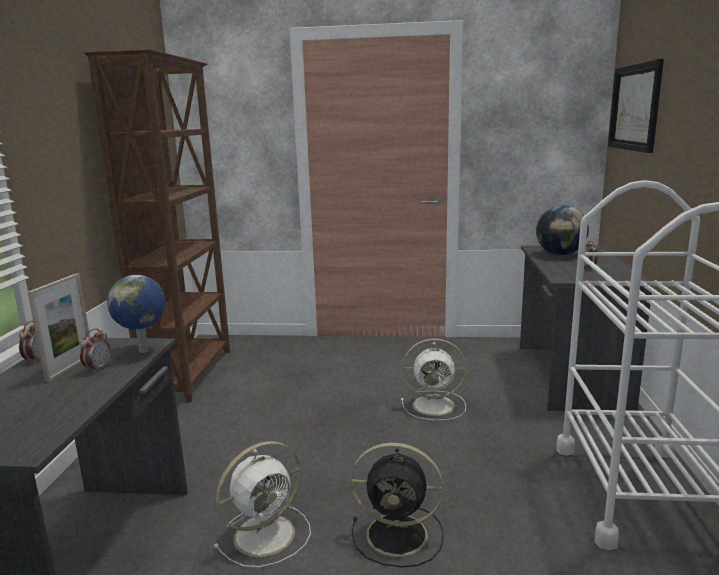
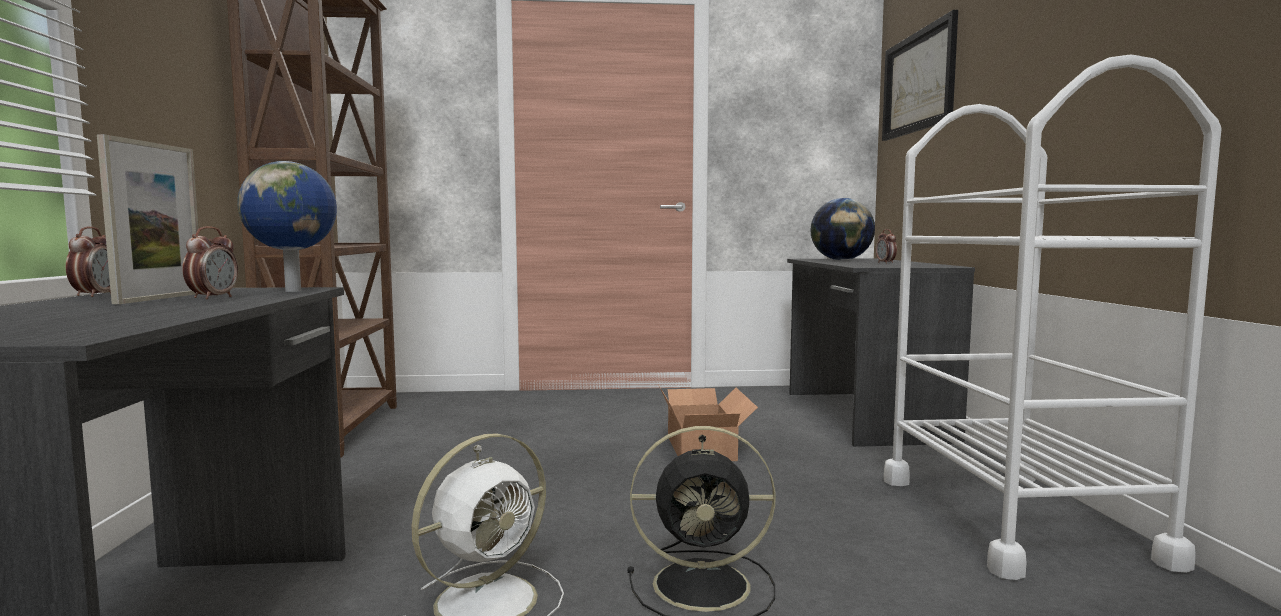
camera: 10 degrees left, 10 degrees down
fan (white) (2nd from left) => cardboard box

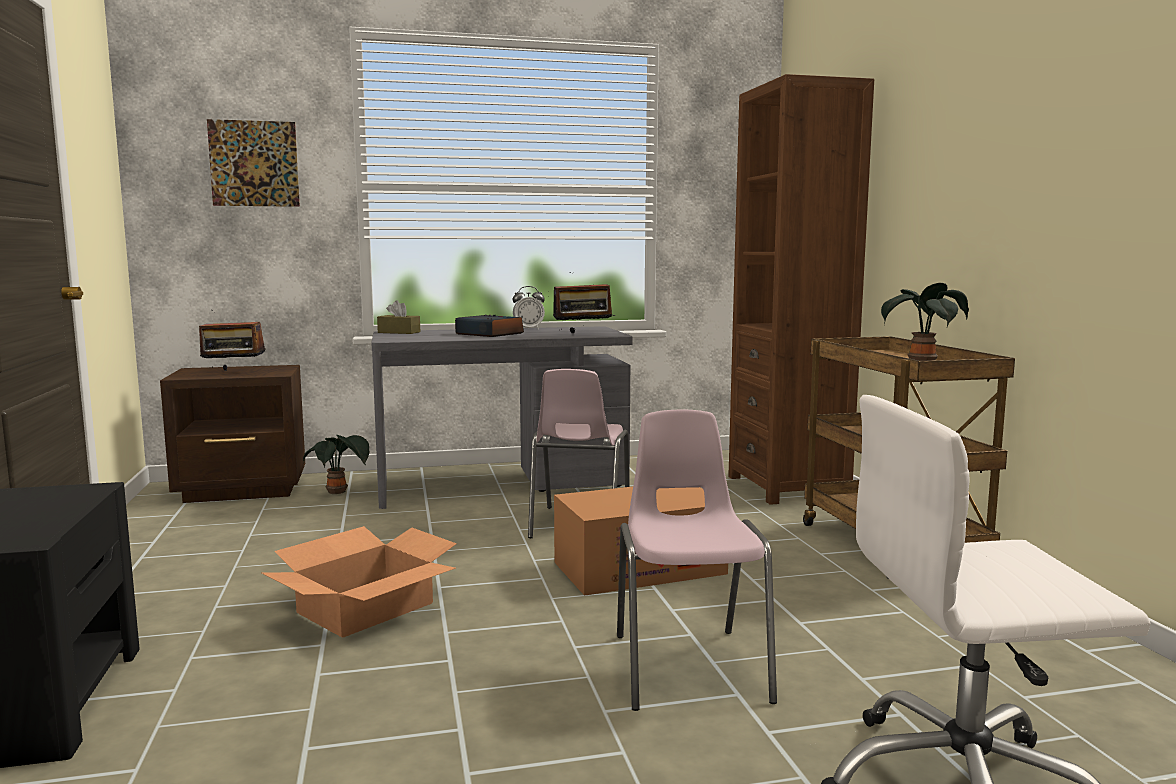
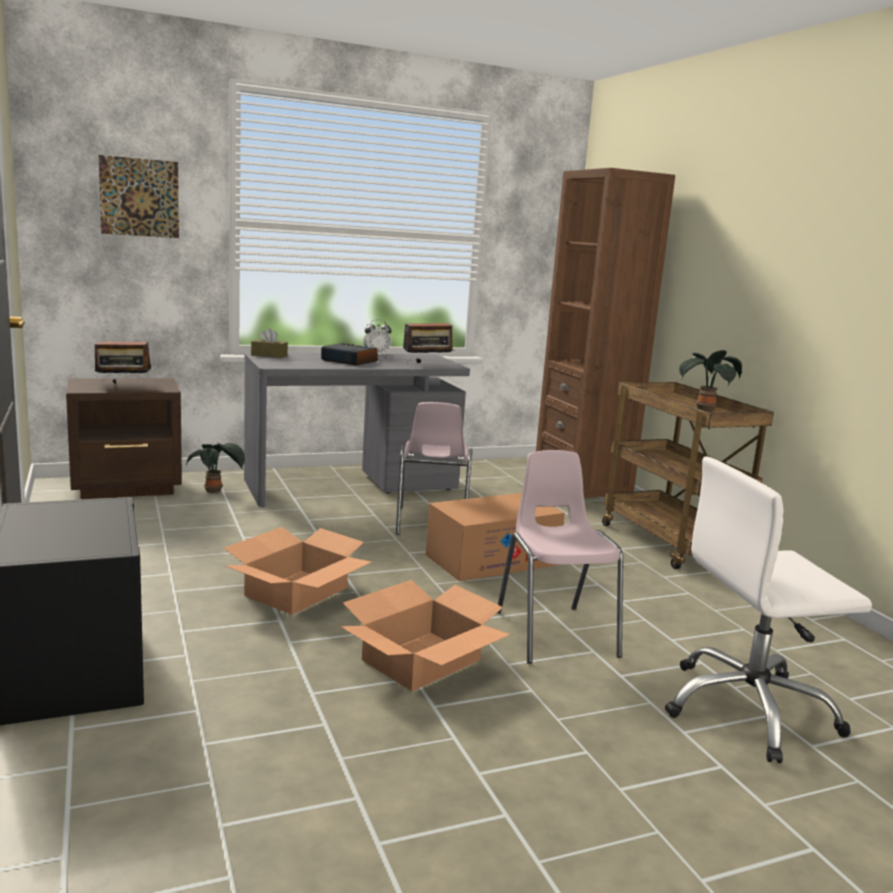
camera: 10 degrees left, 5 degrees up
nothing => cardboard box (2nd from left)

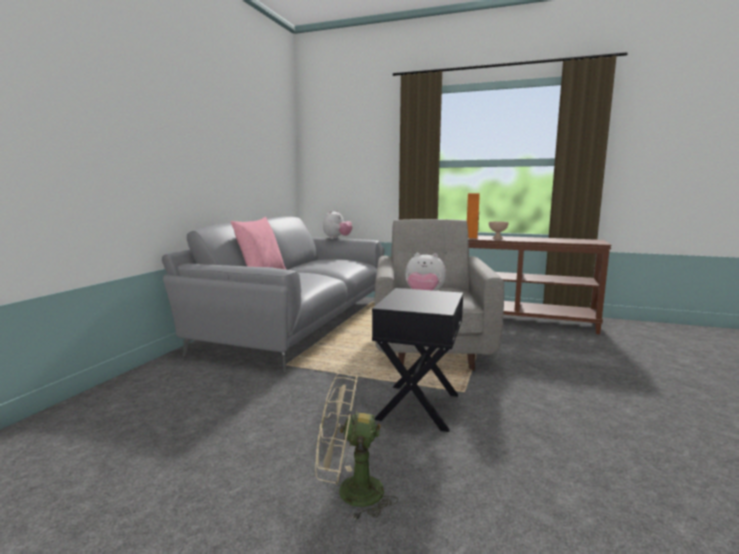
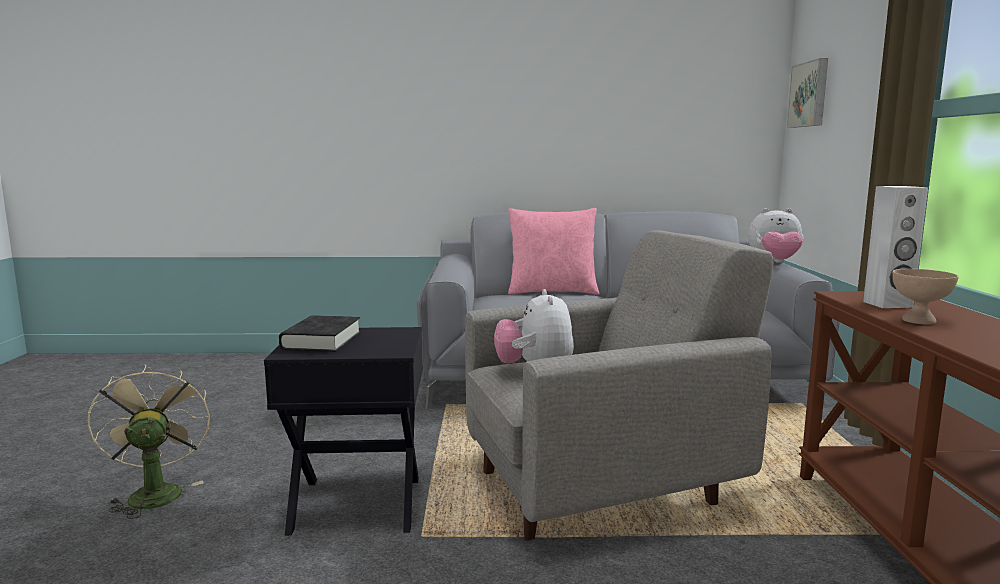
camera: 70 degrees right, 0 degrees up
speaker (orange) => speaker (white)
nothing => picture
nothing => book (black)

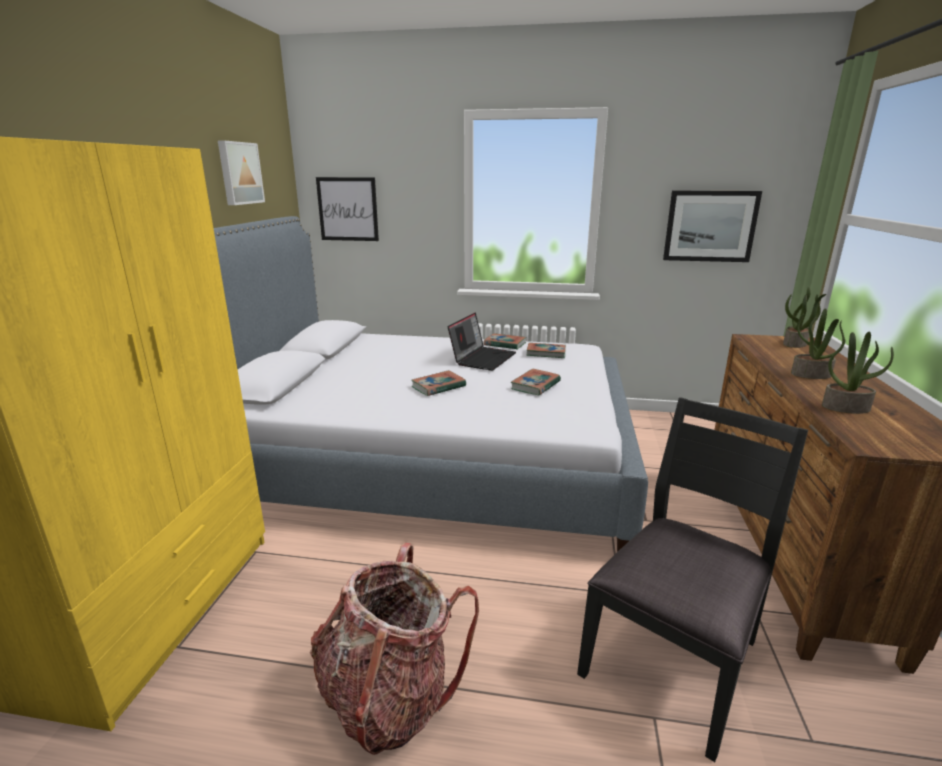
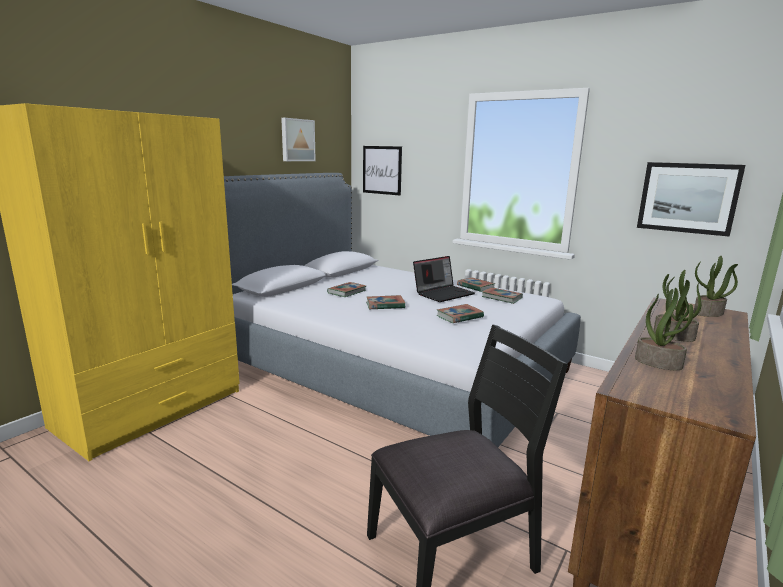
camera: 25 degrees right, 5 degrees down
backpack => nothing
nothing => book (1st from left)

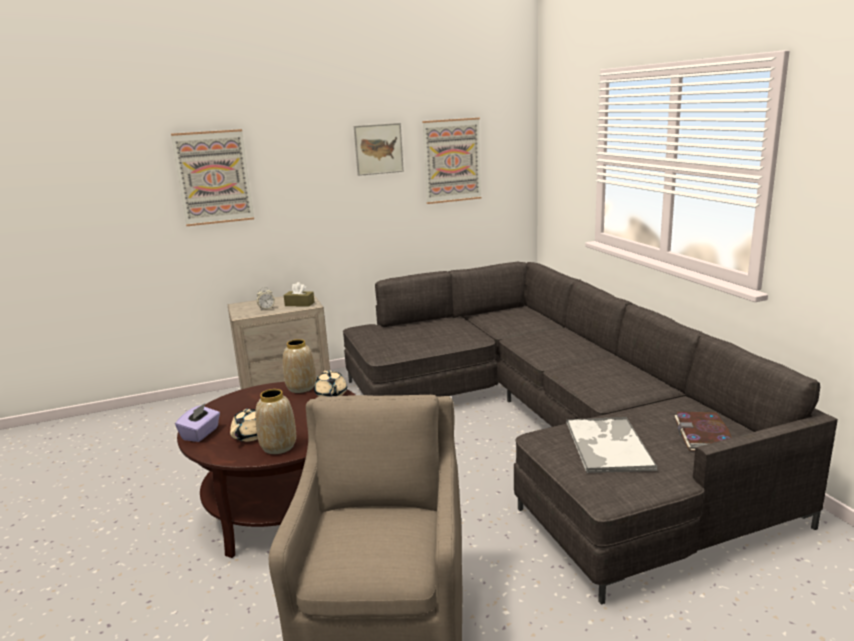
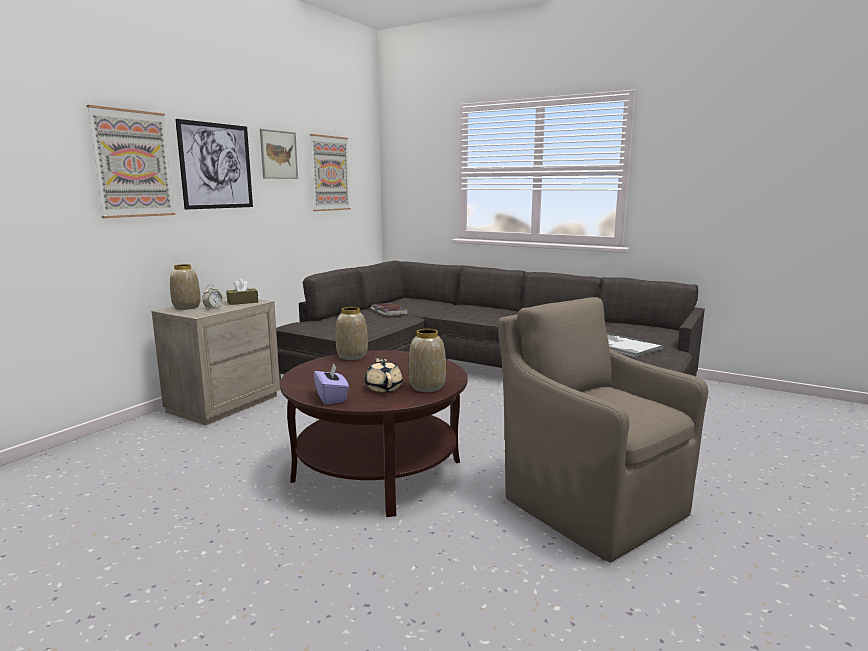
camera: 40 degrees left, 5 degrees down
teapot (beige) (2nd from left) => nothing
book, moved
nothing => picture (2nd from left)
nothing => vase (1st from left)

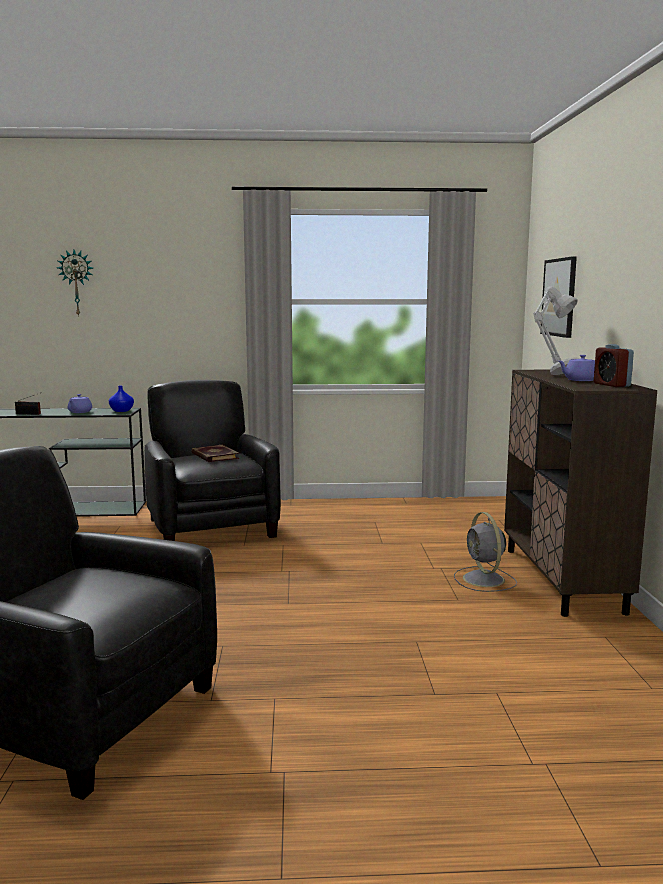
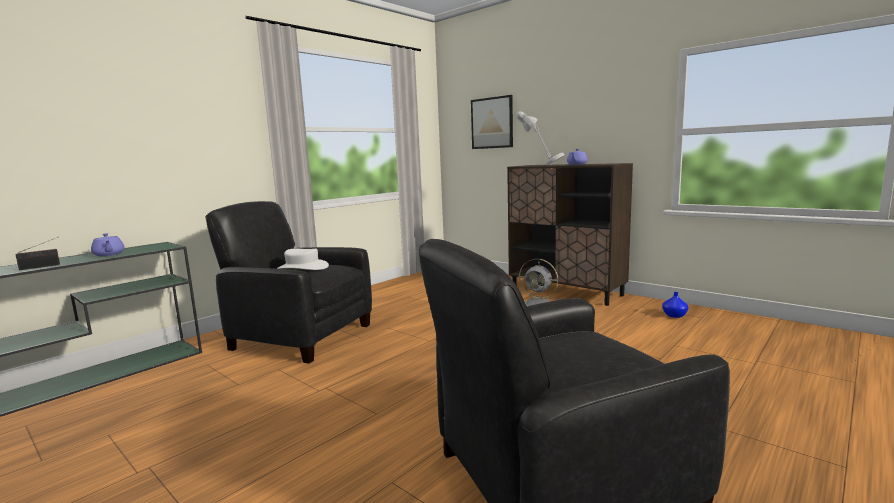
camera: 45 degrees left, 0 degrees up
wall clock => nothing
alarm clock => nothing
vase (blue), moved
book => hat (white)

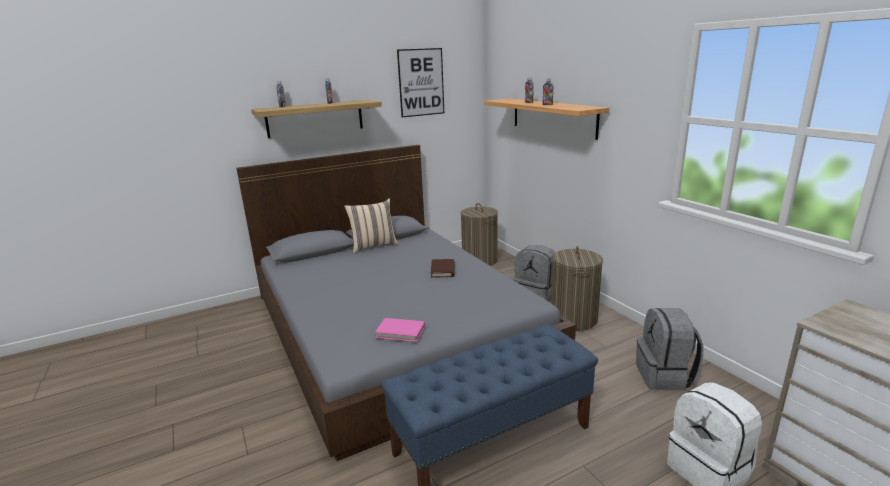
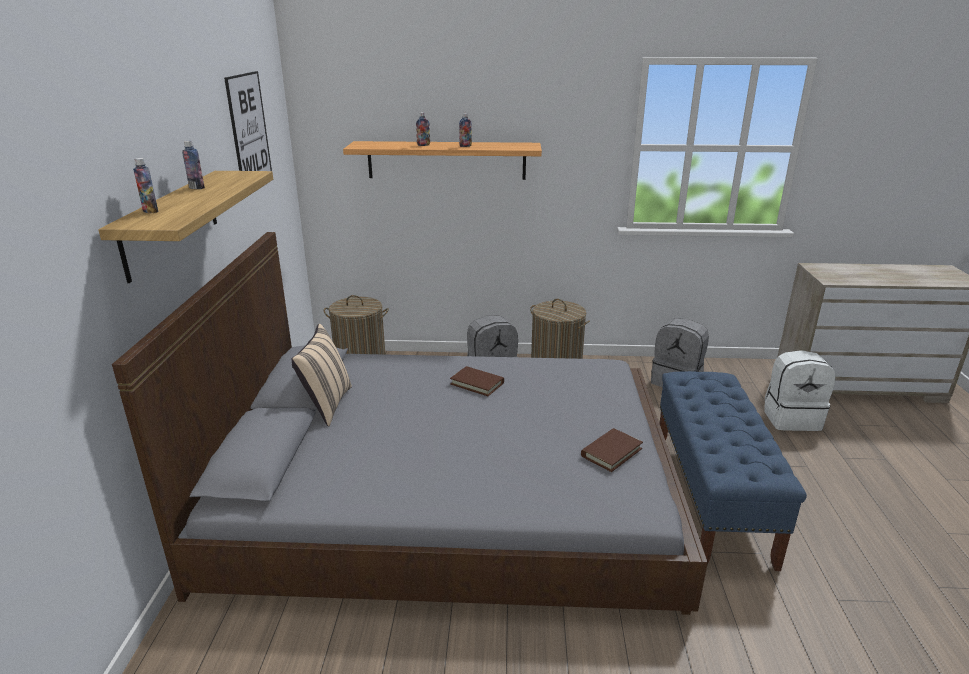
camera: 60 degrees left, 5 degrees up
book (pink) => book (brown) (2nd from left)

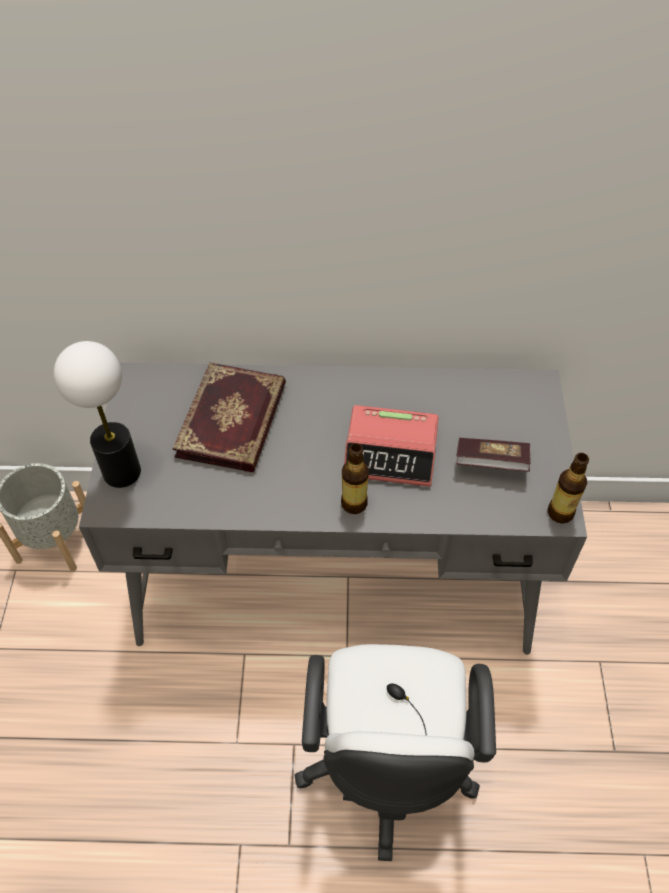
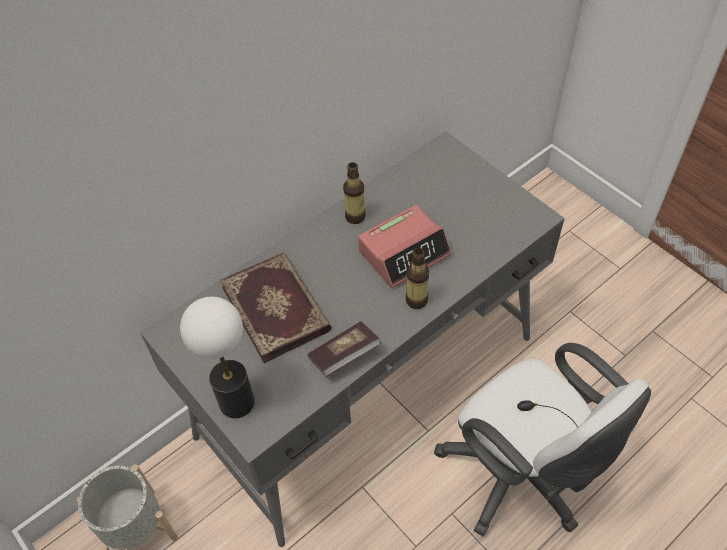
camera: 40 degrees left, 0 degrees up
book (2nd from left), moved
bottle (2nd from left in the first image) => bottle (1st from left), moved

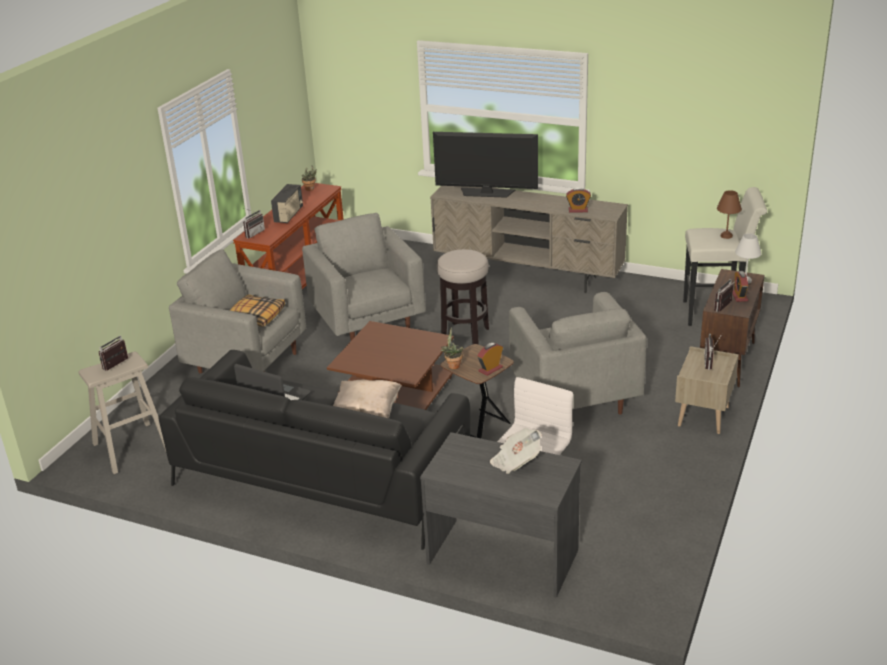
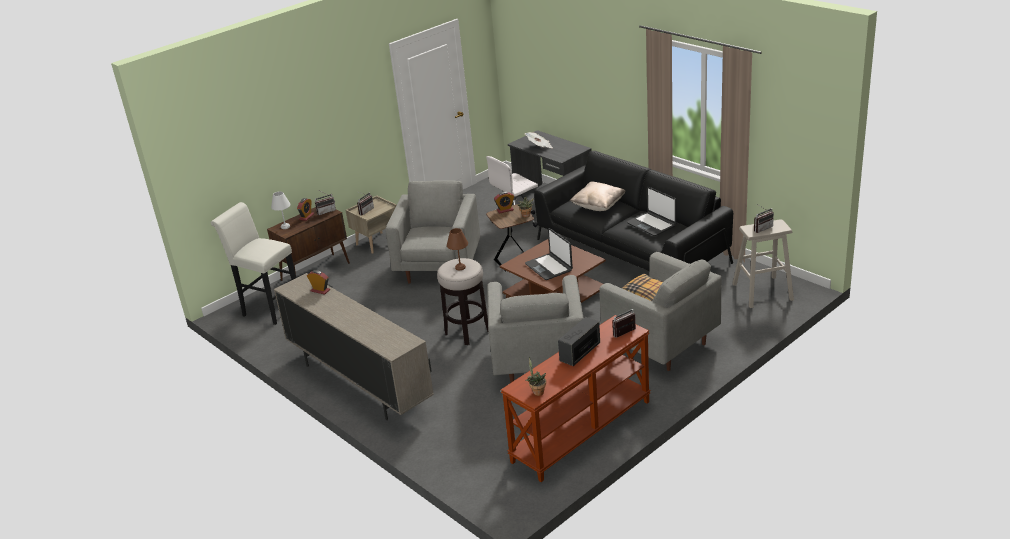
camera: 155 degrees left, 0 degrees up
television => nothing
table lamp (brown), moved
nothing => laptop (1st from left)

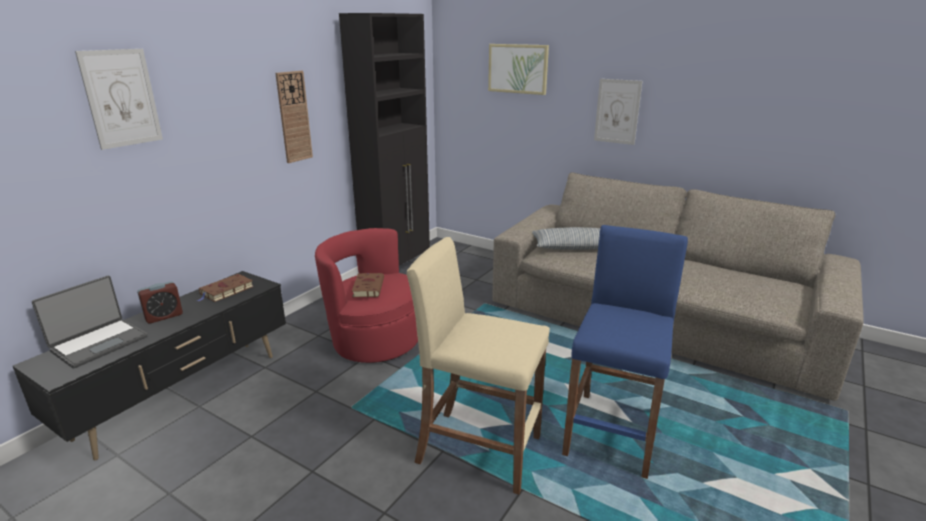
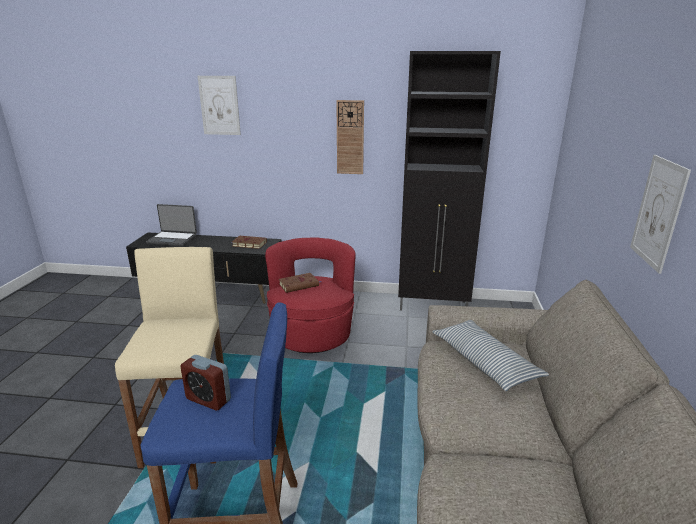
camera: 65 degrees right, 0 degrees up
picture (2nd from left) => nothing
alarm clock, moved

